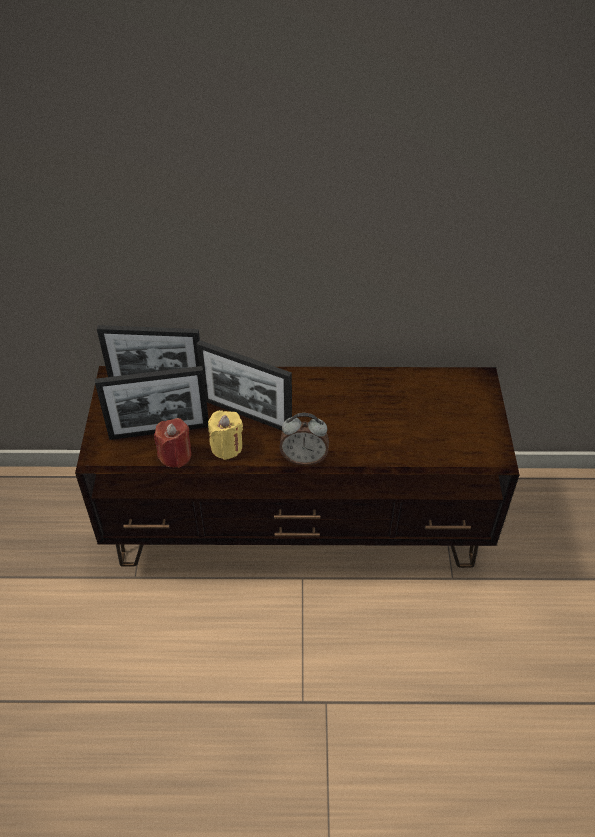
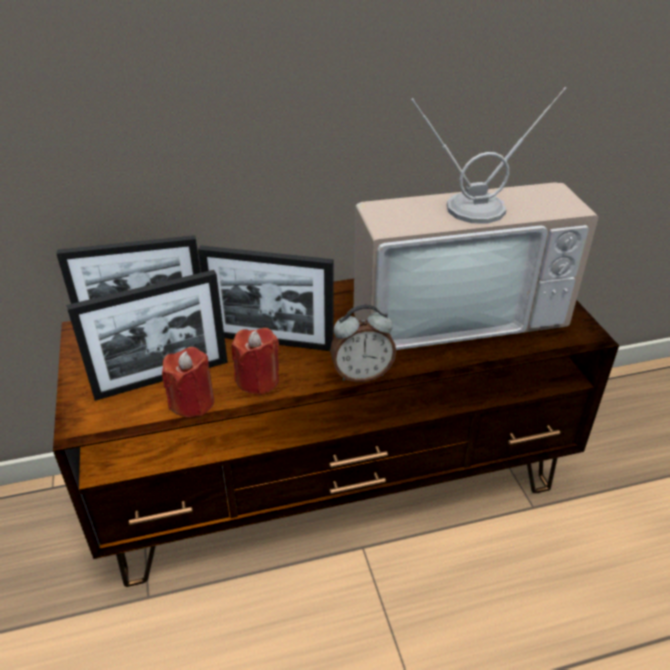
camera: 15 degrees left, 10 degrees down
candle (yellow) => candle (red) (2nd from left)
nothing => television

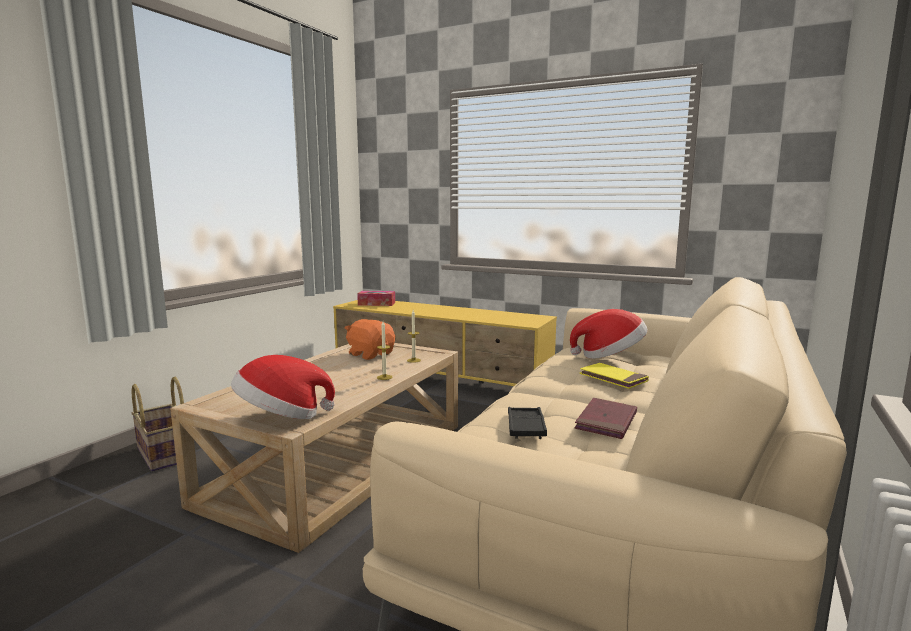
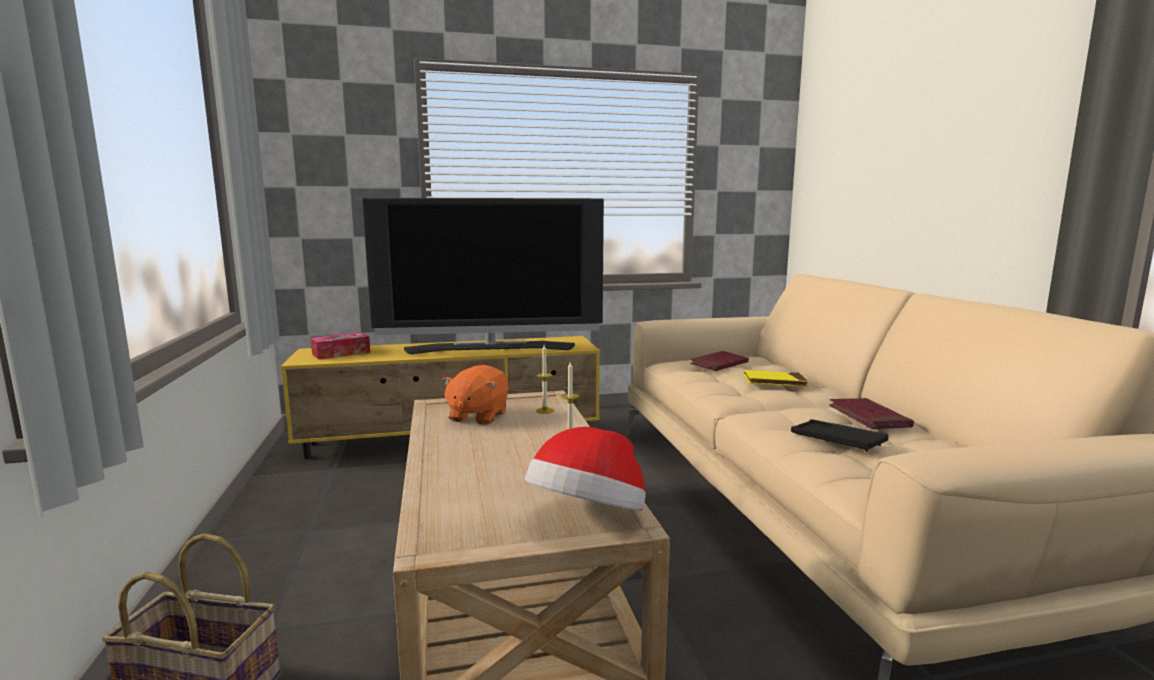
camera: 40 degrees left, 0 degrees up
hat (2nd from left) => book (red) (1st from left)
plush toy (orange), 75 degrees counterclockwise
nothing => television

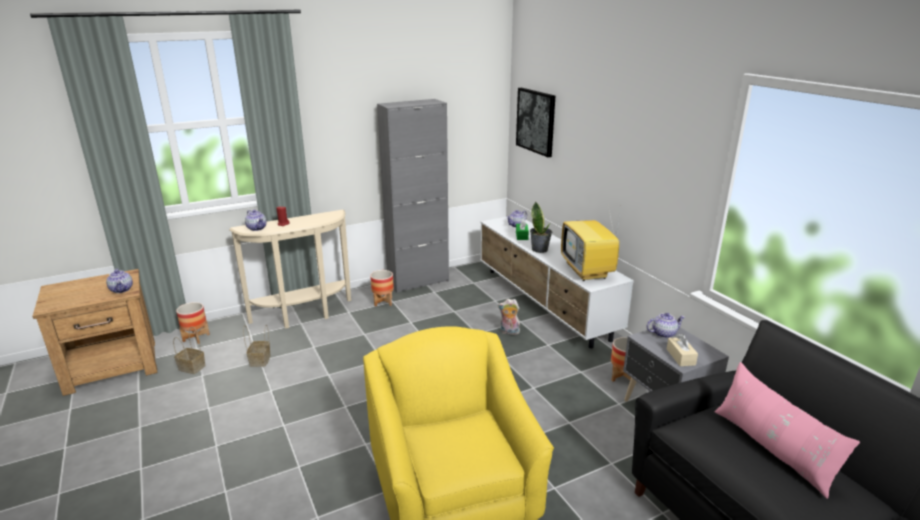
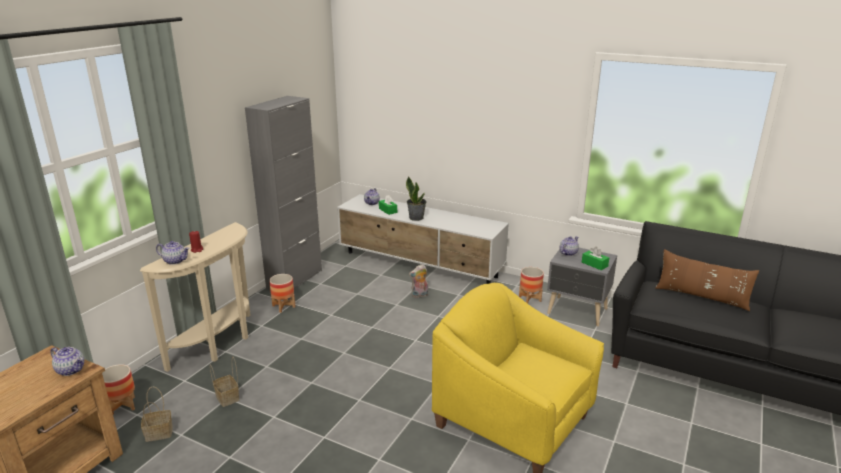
camera: 35 degrees left, 0 degrees up
picture => nothing
television => nothing
tissue box (beige) => tissue box (green) (2nd from left)
pillow (pink) => pillow (brown)

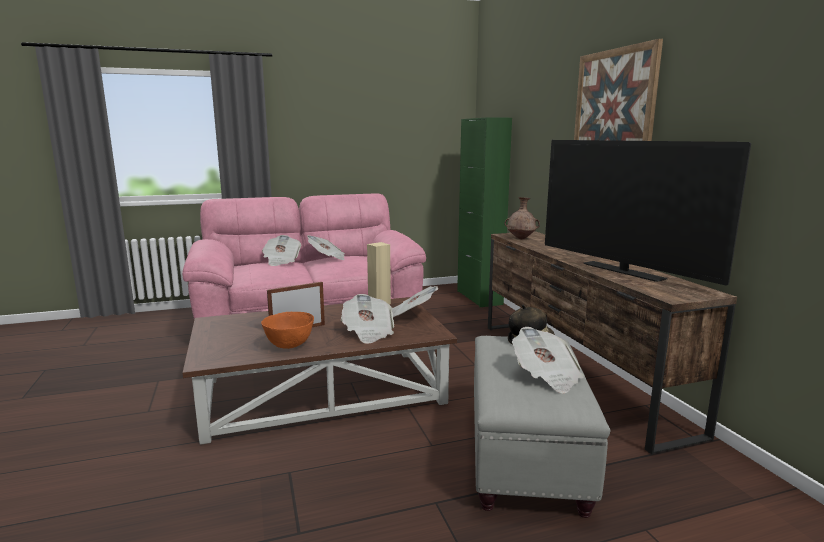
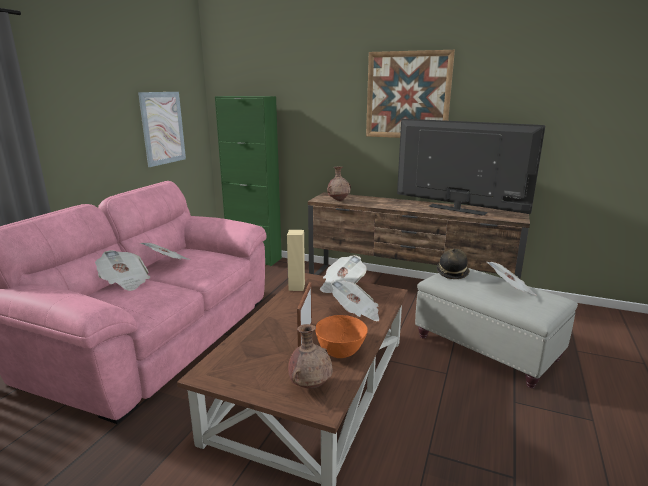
camera: 50 degrees left, 5 degrees up
television, 150 degrees counterclockwise
nothing => picture (1st from left)
nothing => vase (brown) (1st from left)

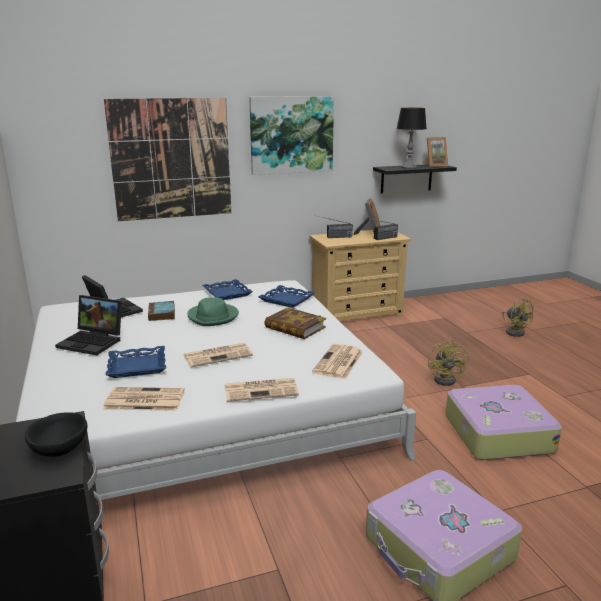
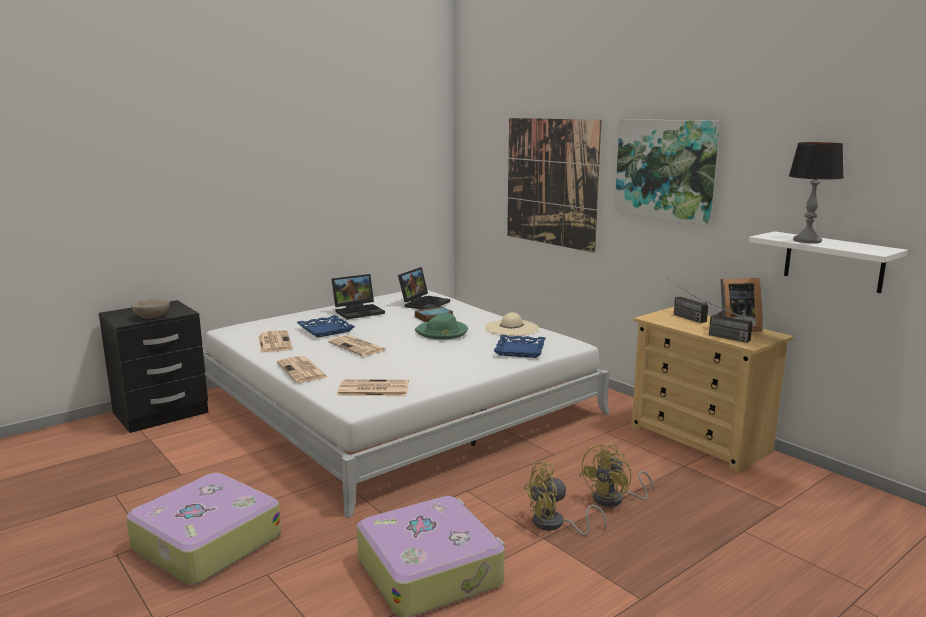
camera: 70 degrees right, 5 degrees down
picture frame (2nd from left) => nothing
shelf (black) => shelf (white)
tray (blue) (2nd from left) => hat (beige)
laptop (1st from left), 120 degrees counterclockwise
fan (yellow) (2nd from left), moved
book (2nd from left) => nothing
bowl (black) => bowl (beige)

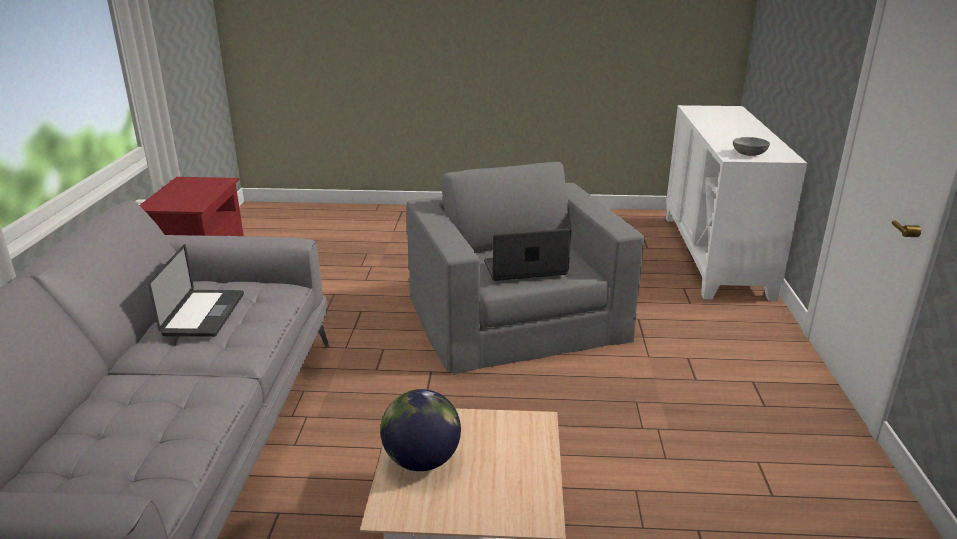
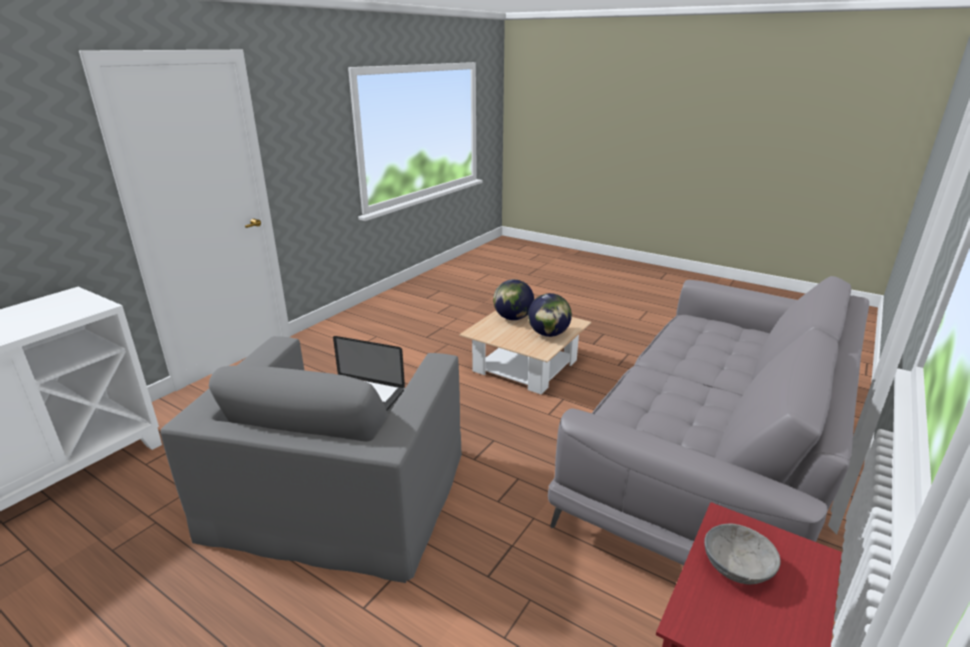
camera: 150 degrees left, 0 degrees up
bowl (grey), moved
laptop (1st from left) => nothing
nothing => globe (1st from left)

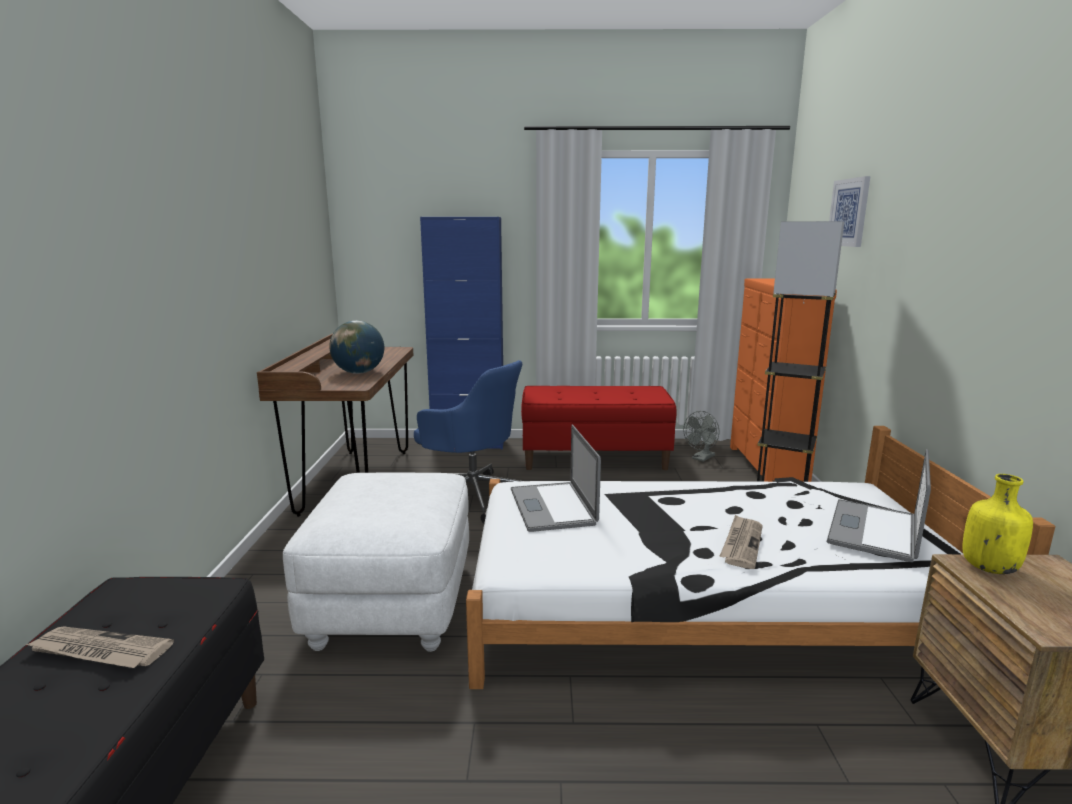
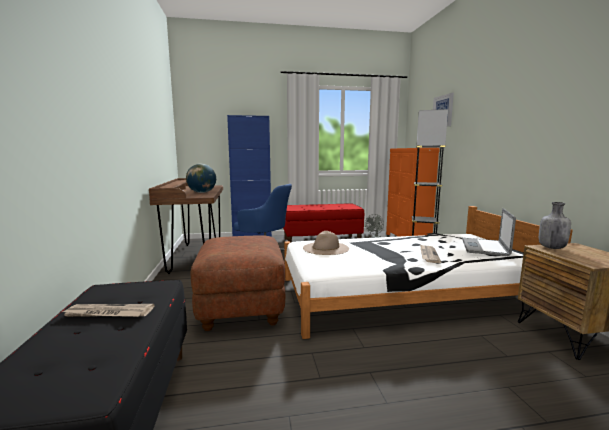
camera: 10 degrees left, 5 degrees down
laptop (1st from left) => hat (beige)
ottoman (white) => ottoman (brown)
bottle (yellow) => bottle (grey)

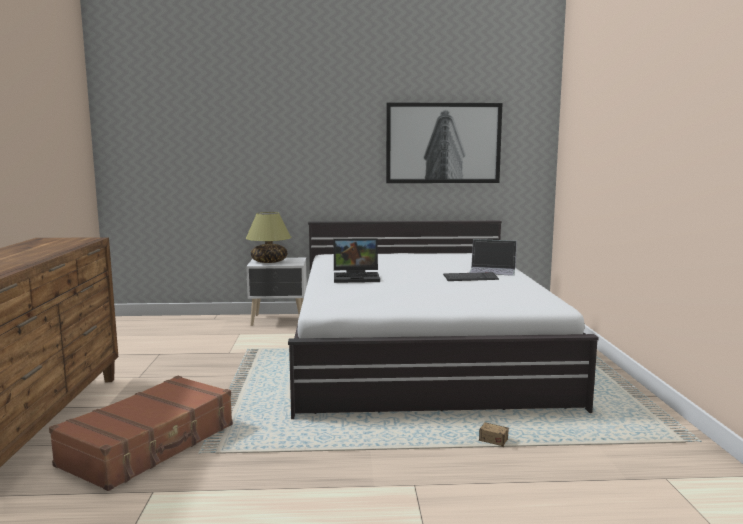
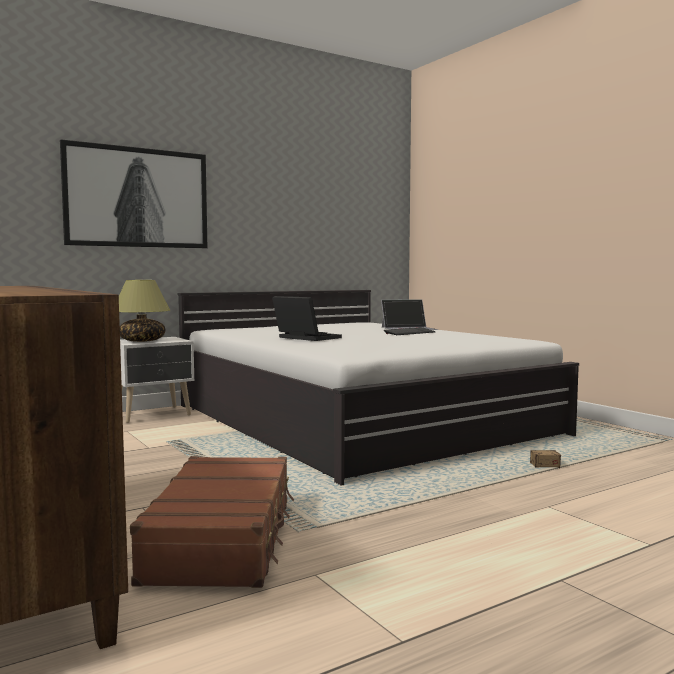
camera: 30 degrees left, 5 degrees down
picture, moved
laptop (1st from left), 105 degrees counterclockwise

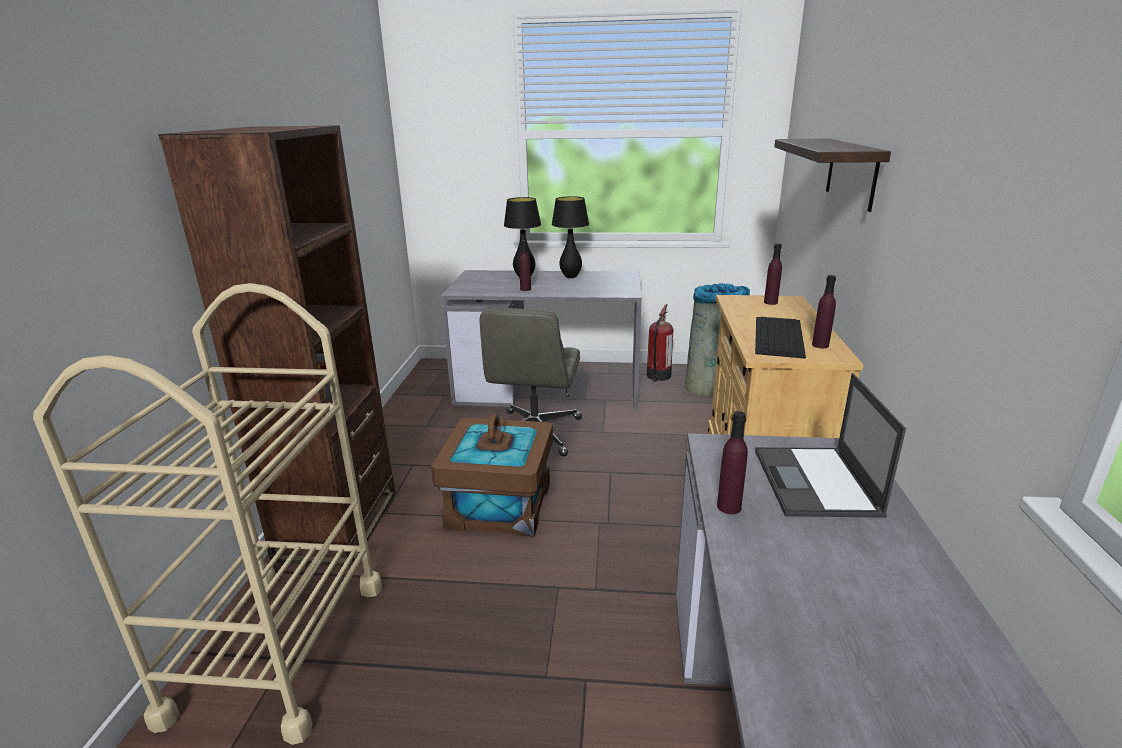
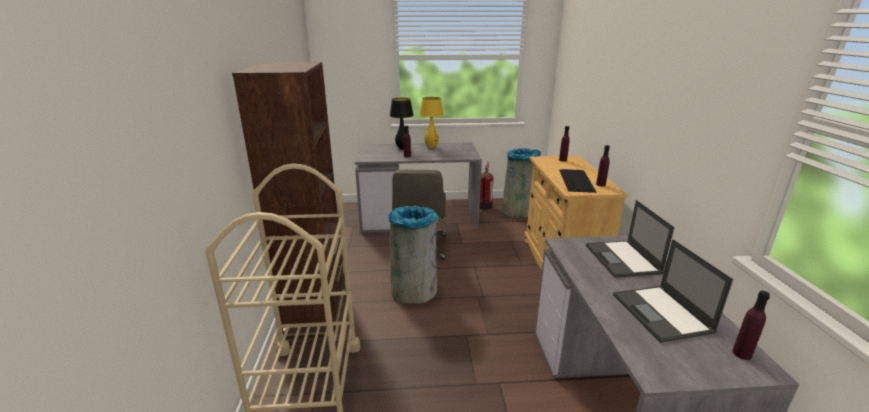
camera: 10 degrees left, 0 degrees up
shelf => nothing
table lamp (black) (2nd from left) => table lamp (yellow)
bottle (purple) (2nd from left in the first image) => bottle (purple) (4th from left), moved
storage box (brown) => trash can (grey) (1st from left)
nothing => laptop (2nd from left)

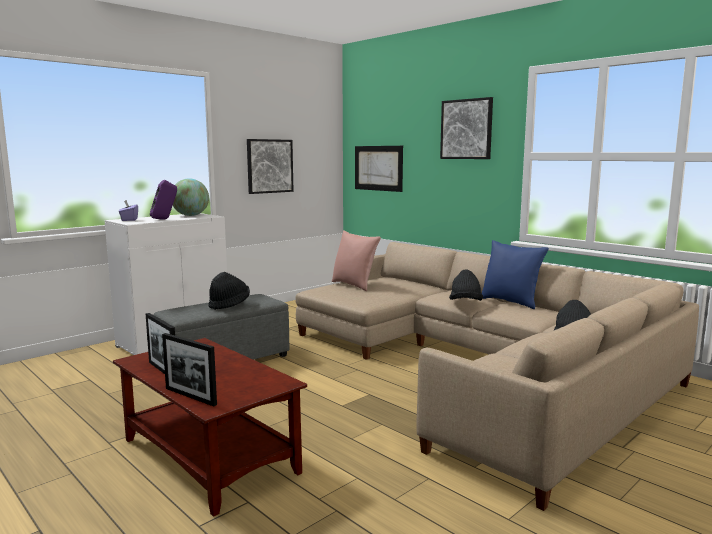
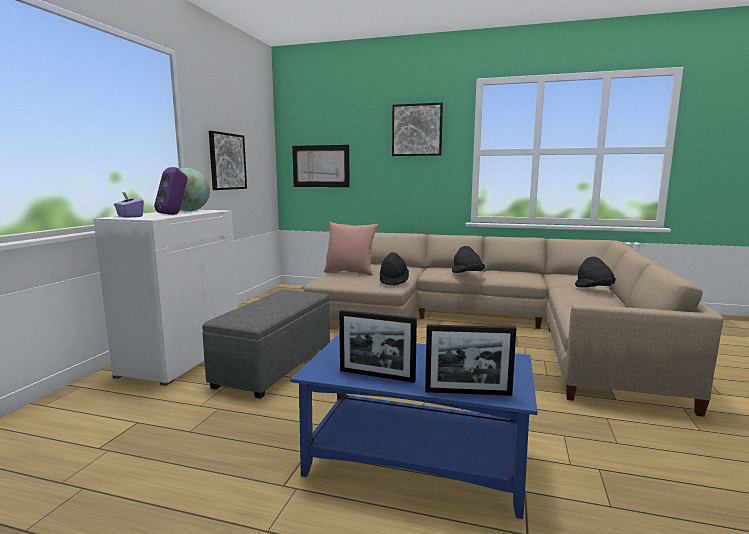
camera: 30 degrees left, 0 degrees up
pillow (blue) => nothing
hat (black) (1st from left), moved
coffee table (brown) => coffee table (blue)

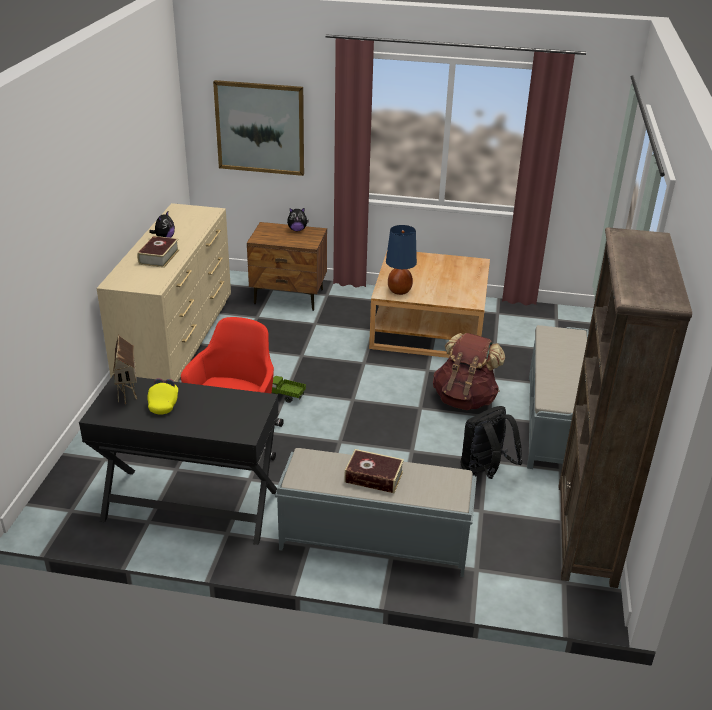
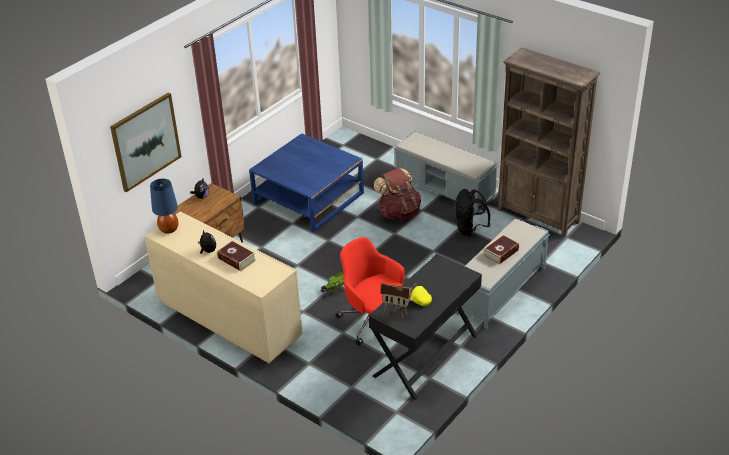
camera: 60 degrees left, 5 degrees up
table lamp (blue), moved
coffee table (beige) => coffee table (blue)

